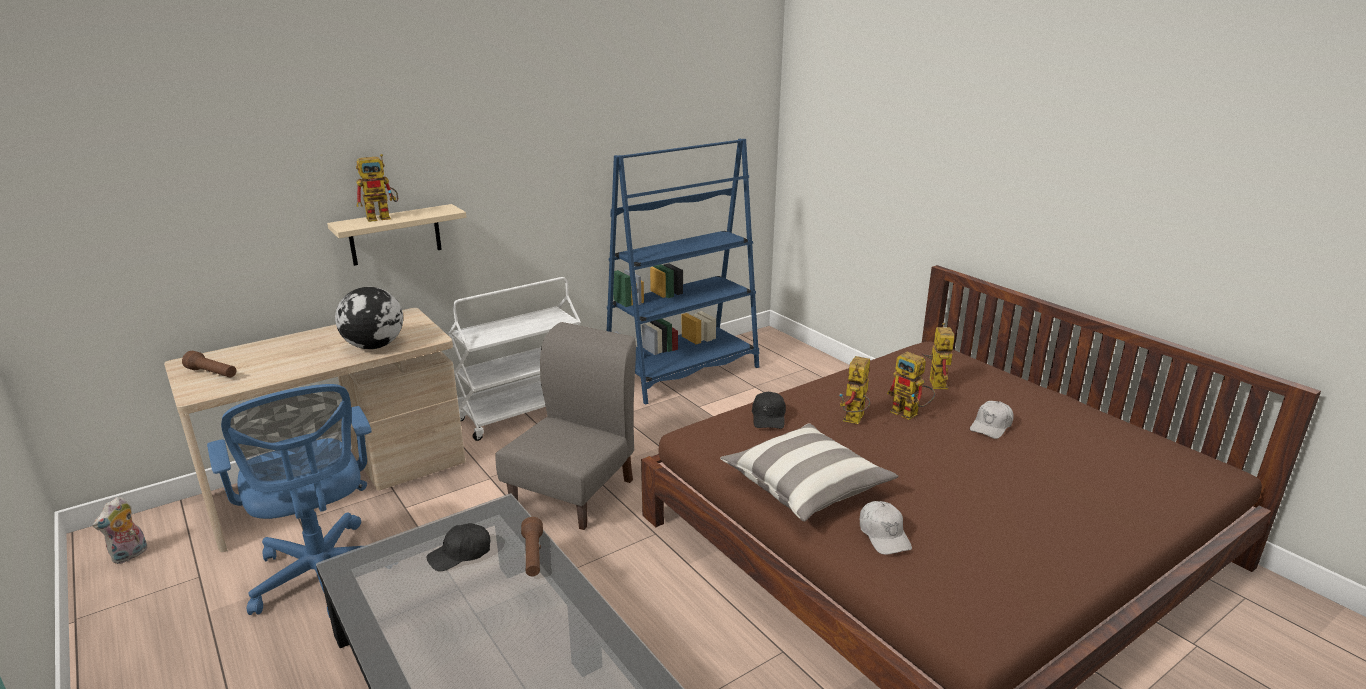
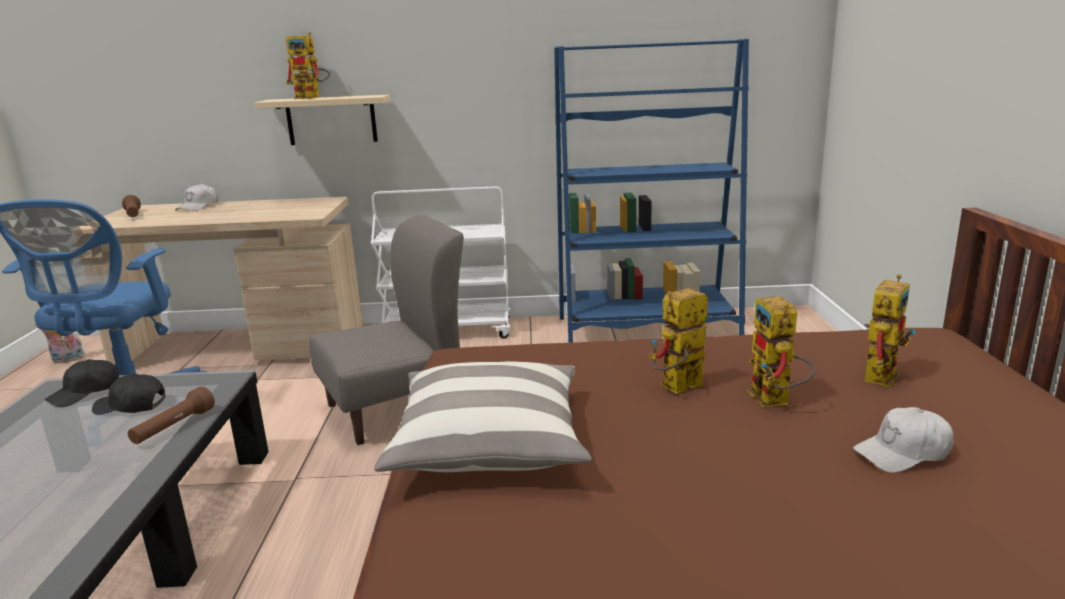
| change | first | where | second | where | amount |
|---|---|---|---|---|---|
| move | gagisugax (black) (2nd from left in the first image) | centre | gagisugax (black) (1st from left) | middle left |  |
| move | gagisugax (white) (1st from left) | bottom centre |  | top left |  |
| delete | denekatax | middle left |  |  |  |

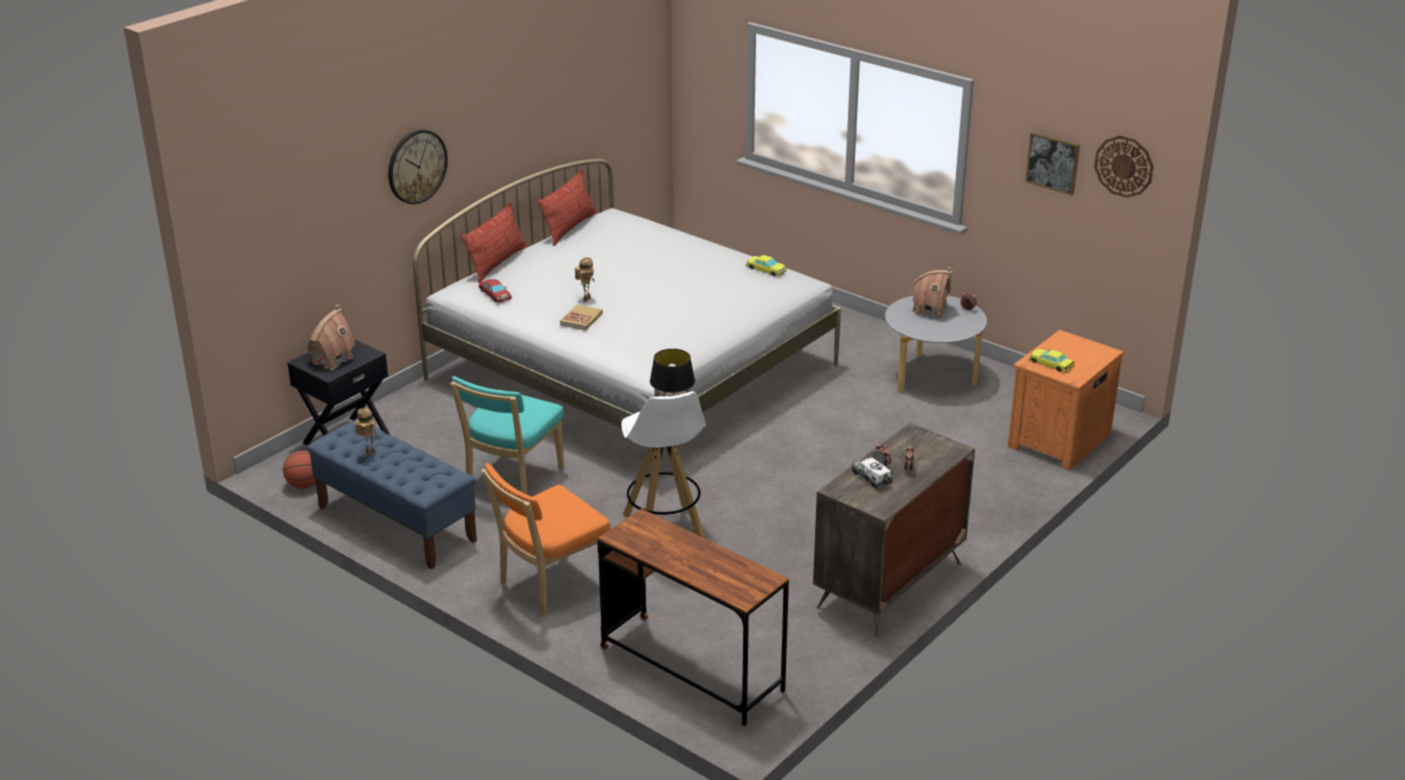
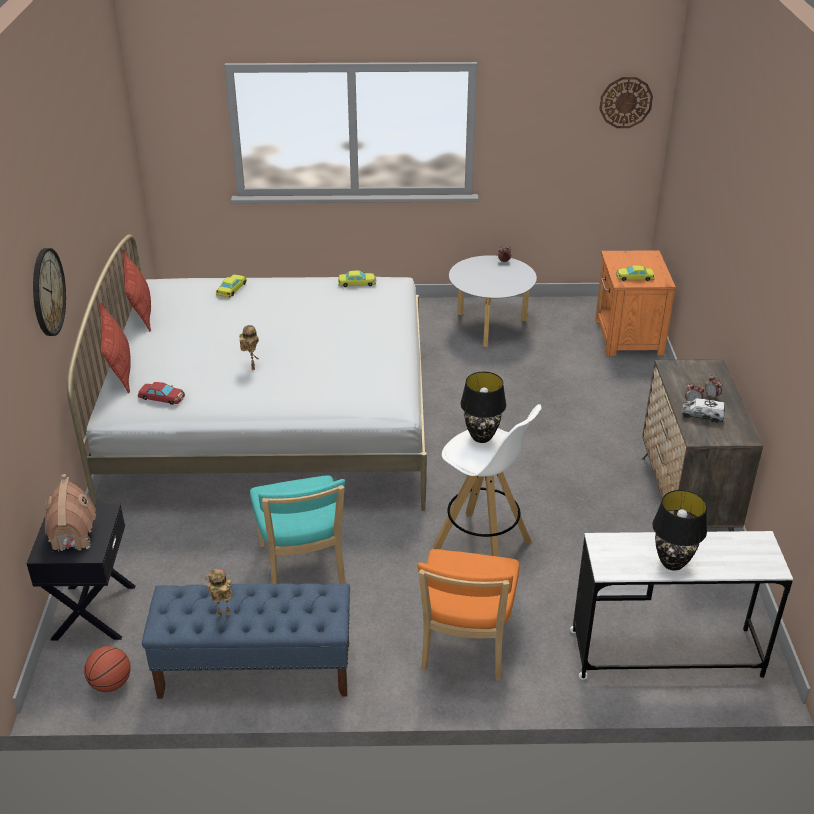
| change | first | where | second | where | amount |
|---|---|---|---|---|---|
| insert |  |  | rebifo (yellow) (1st from left) | middle left |  |
| recolor | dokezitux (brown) | bottom centre | dokezitux (white) | bottom right |  |
| insert |  |  | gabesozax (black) (2nd from left) | middle right |  |
| delete | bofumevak | centre |  |  |  |
| delete | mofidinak (2nd from left) | centre |  |  |  |
| delete | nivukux | top right |  |  |  |

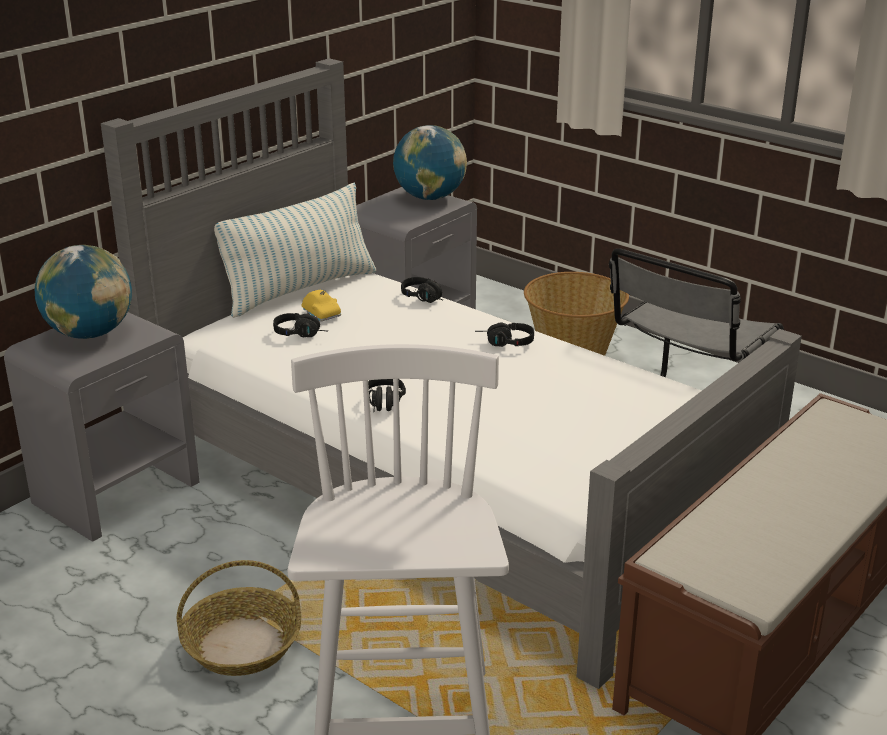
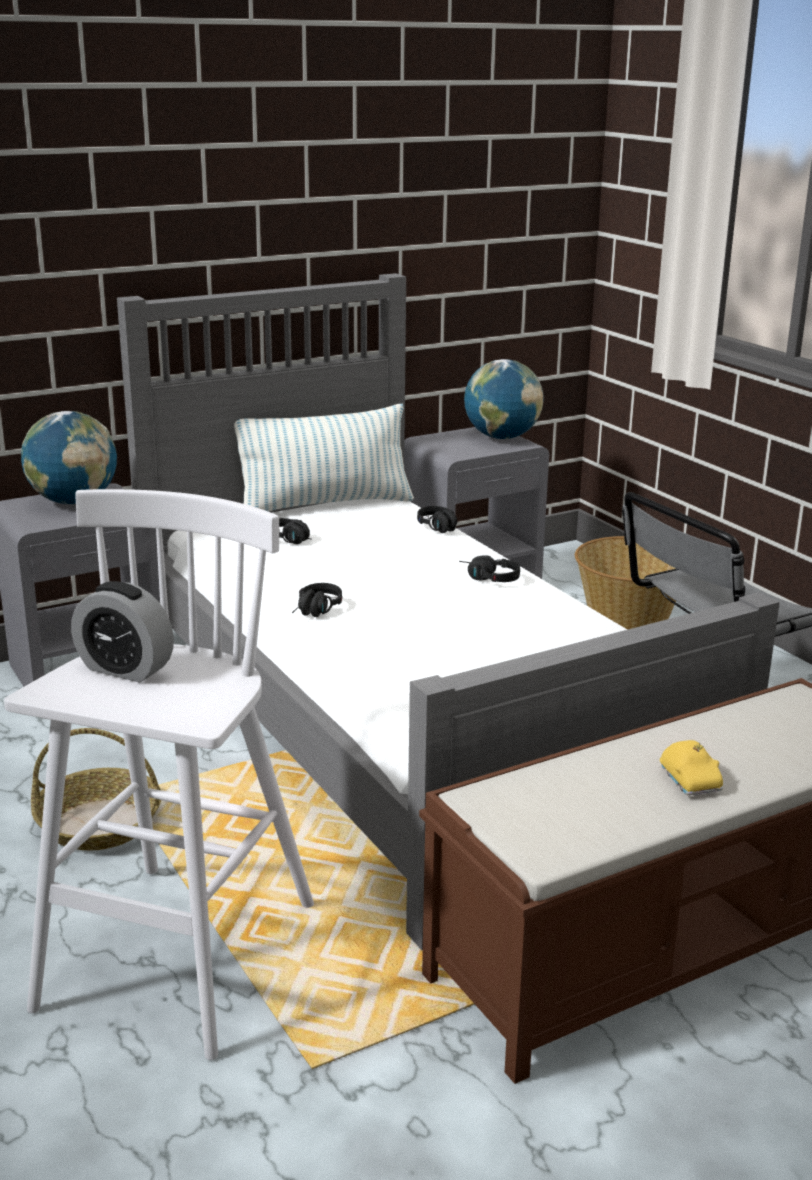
| change | first | where | second | where | amount |
|---|---|---|---|---|---|
| insert |  |  | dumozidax | middle left |  |
| move | rebifo (yellow) | centre |  | middle right |  |

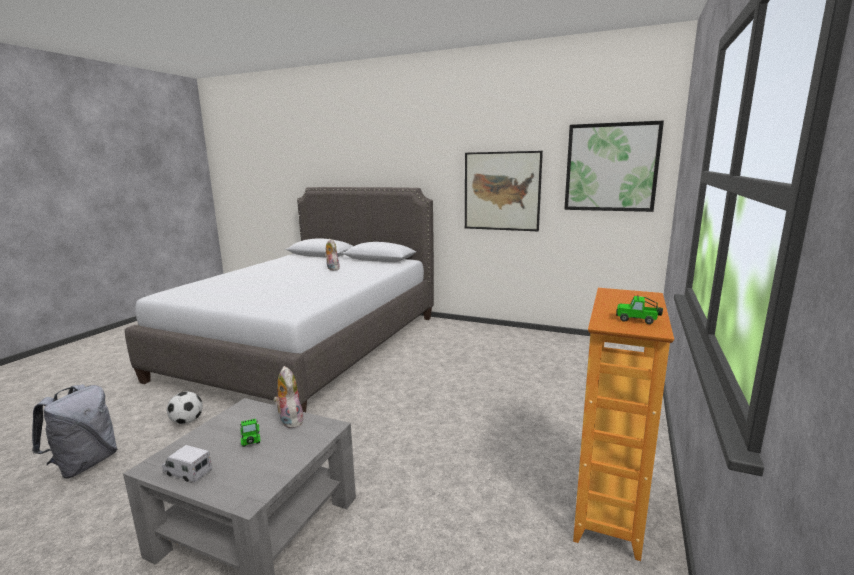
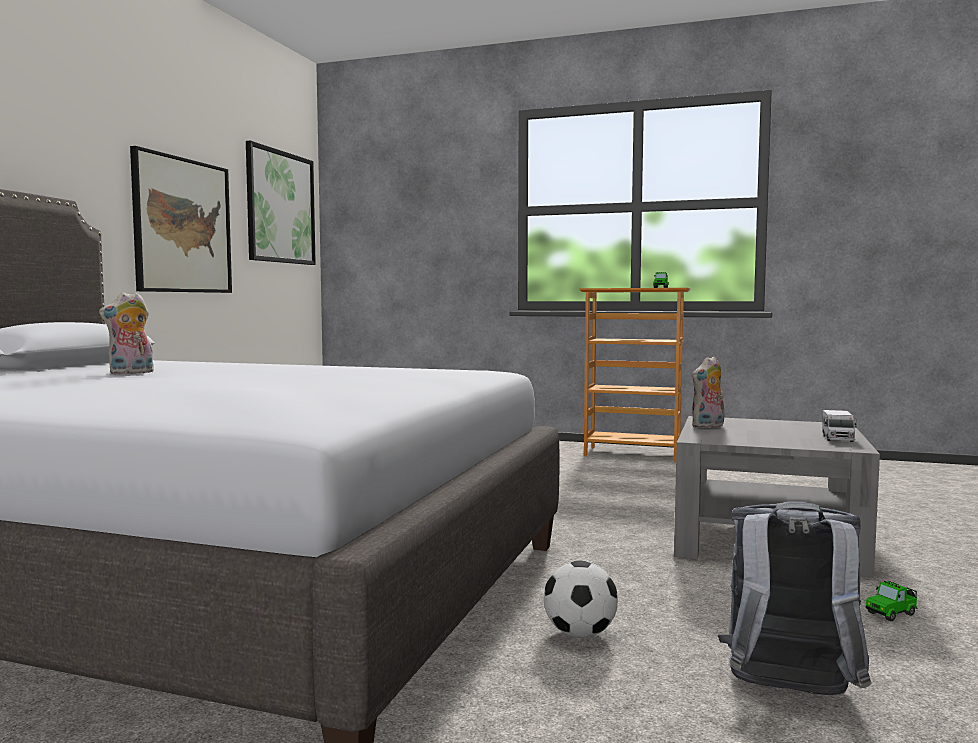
| change | first | where | second | where | amount |
|---|---|---|---|---|---|
| move | rebifo (1st from left in the first image) | bottom left | rebifo (2nd from left) | bottom right |  |

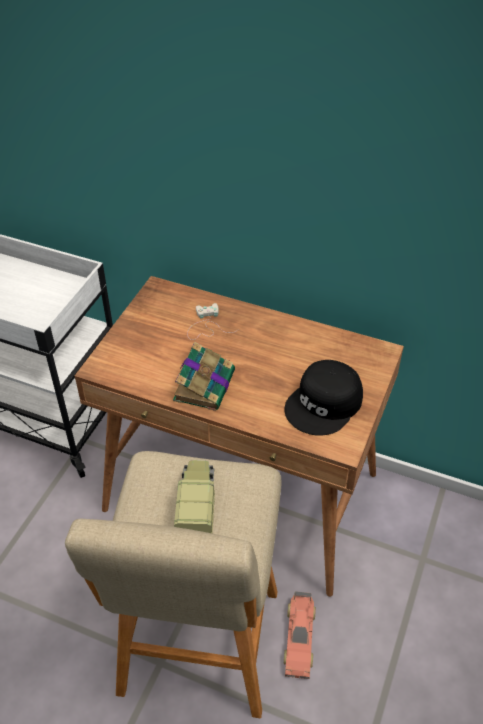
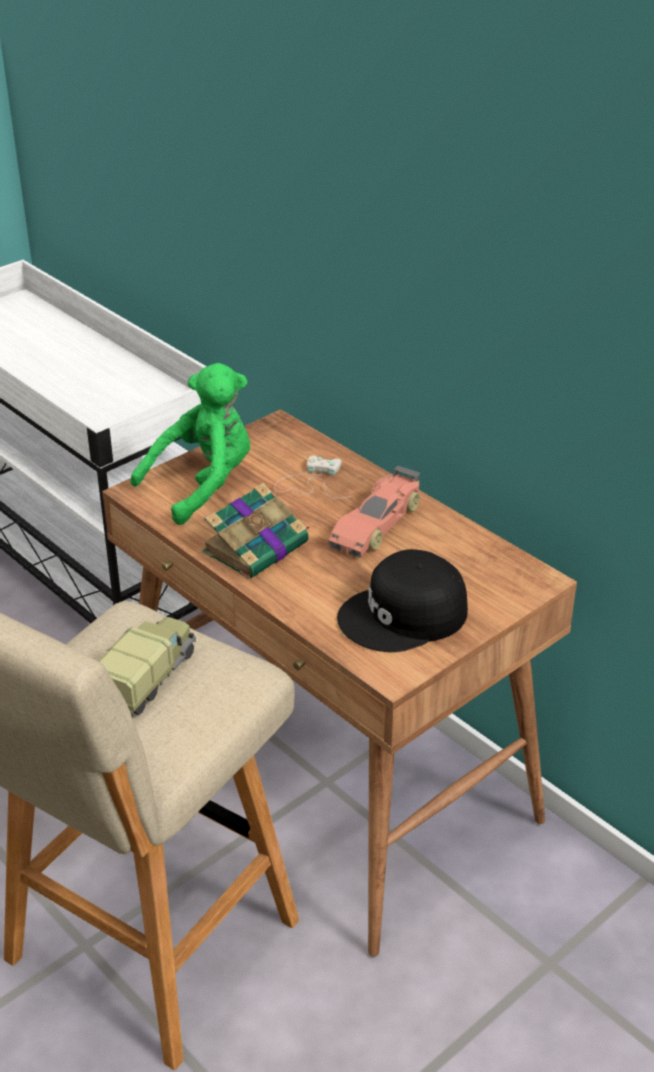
| change | first | where | second | where | amount |
|---|---|---|---|---|---|
| insert |  |  | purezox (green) | middle left |  |
| move | rebifo | bottom centre |  | centre |  |

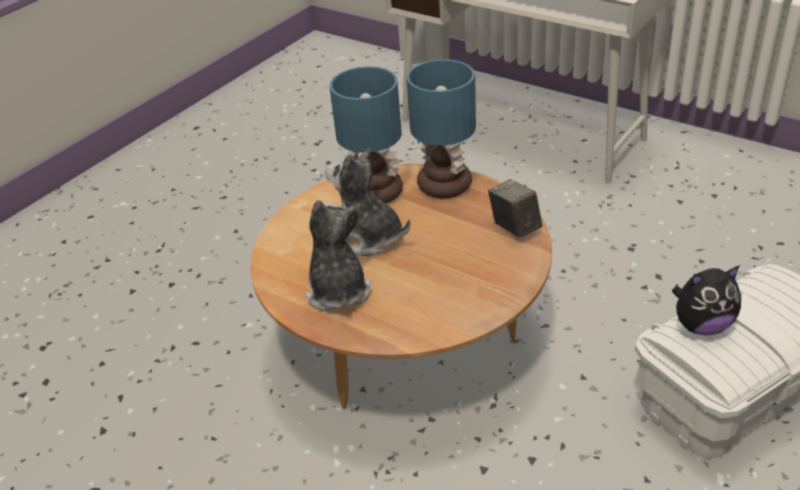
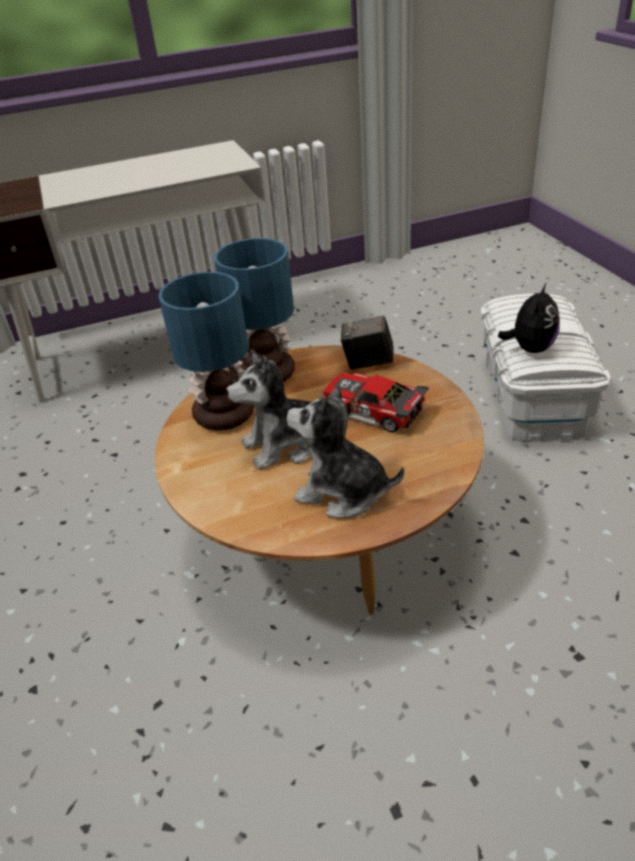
| change | first | where | second | where | amount |
|---|---|---|---|---|---|
| insert |  |  | rebifo | centre |  |

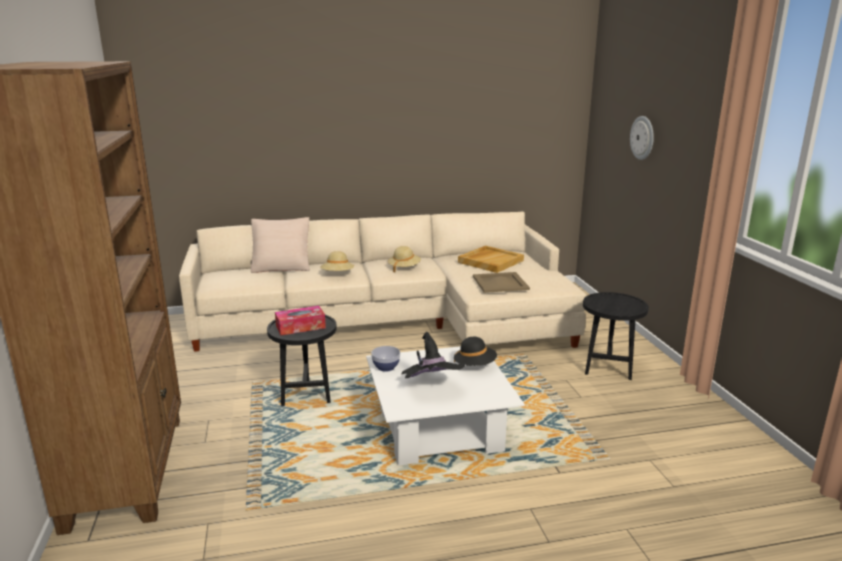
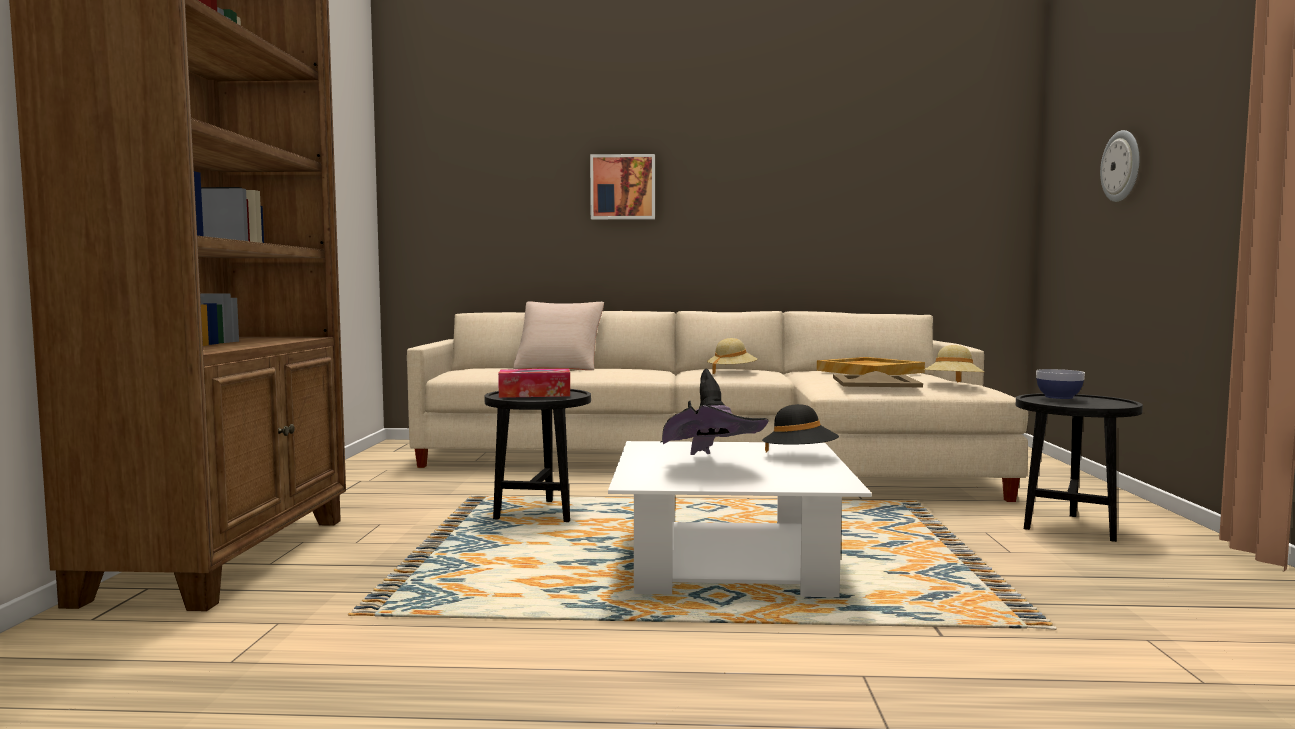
| change | first | where | second | where | amount |
|---|---|---|---|---|---|
| insert |  |  | nivukux | top centre |  |
| move | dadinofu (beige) (1st from left in the first image) | centre | dadinofu (beige) (2nd from left) | middle right |  |
| move | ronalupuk | centre |  | middle right |  |

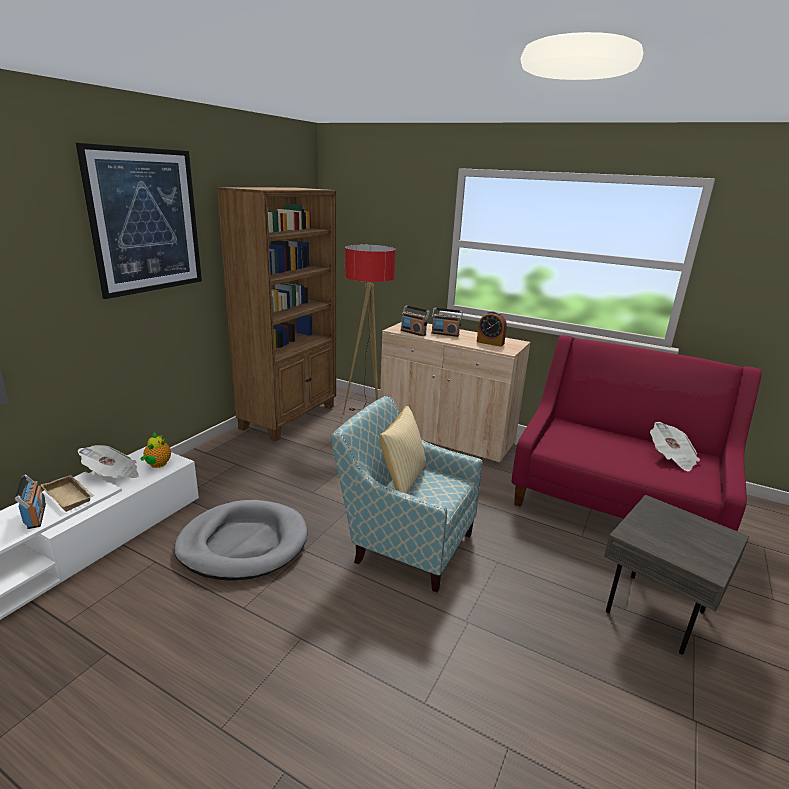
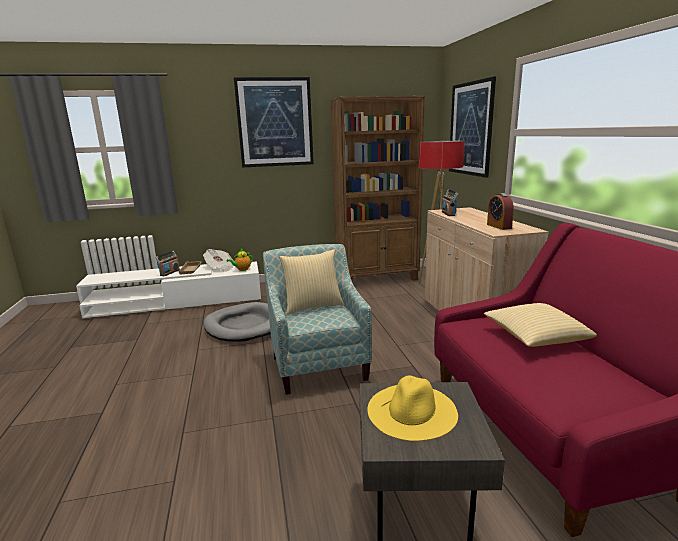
| change | first | where | second | where | amount |
|---|---|---|---|---|---|
| insert |  |  | dadinofu (yellow) | bottom centre |  |
| insert |  |  | nivukux (2nd from left) | top right |  |
| insert |  |  | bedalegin (2nd from left) | middle right |  |
| delete | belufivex (3rd from left) | centre |  |  |  |
| delete | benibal (2nd from left) | middle right |  |  |  |

